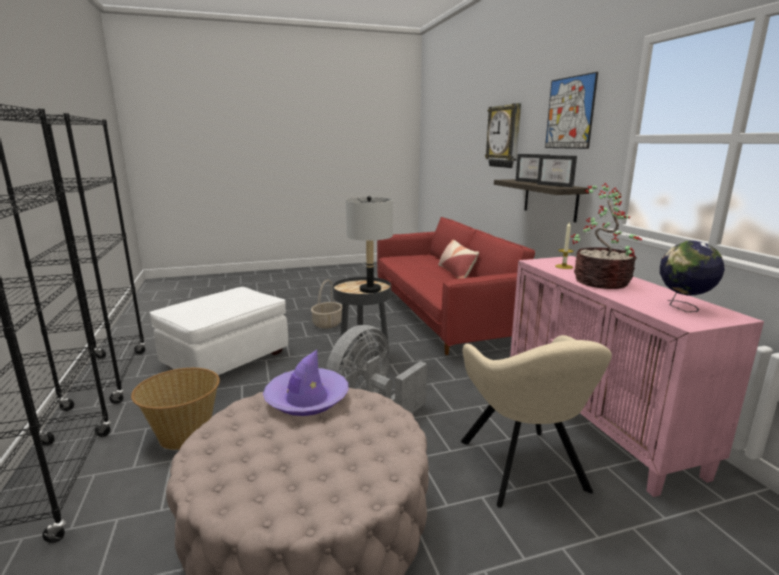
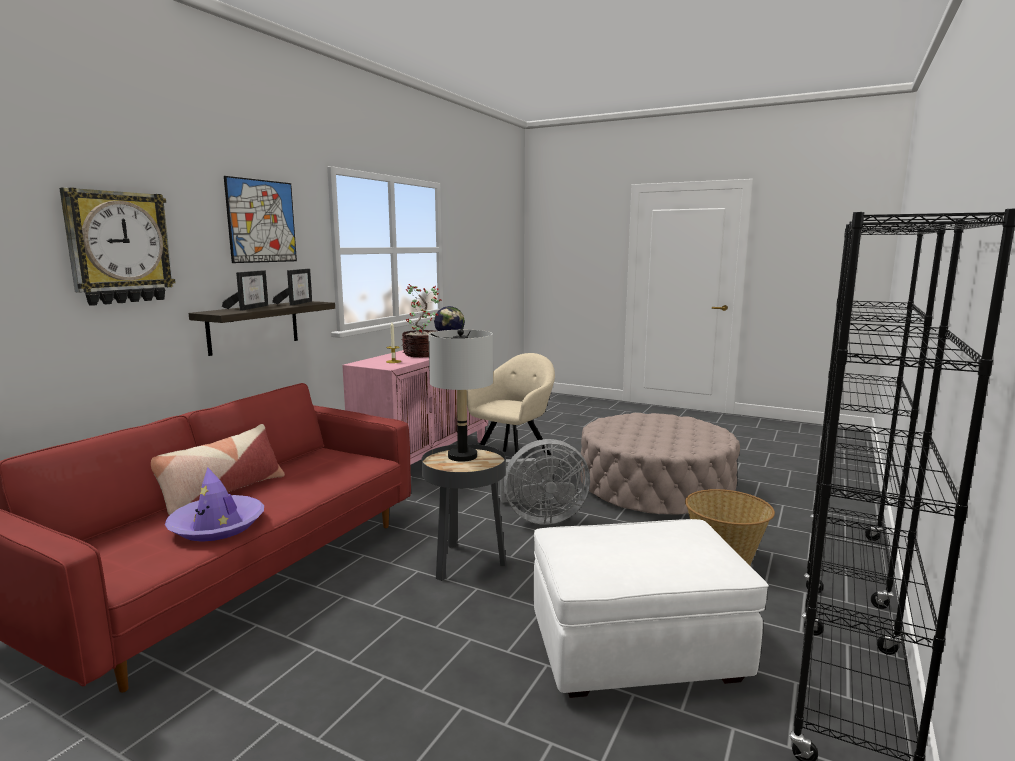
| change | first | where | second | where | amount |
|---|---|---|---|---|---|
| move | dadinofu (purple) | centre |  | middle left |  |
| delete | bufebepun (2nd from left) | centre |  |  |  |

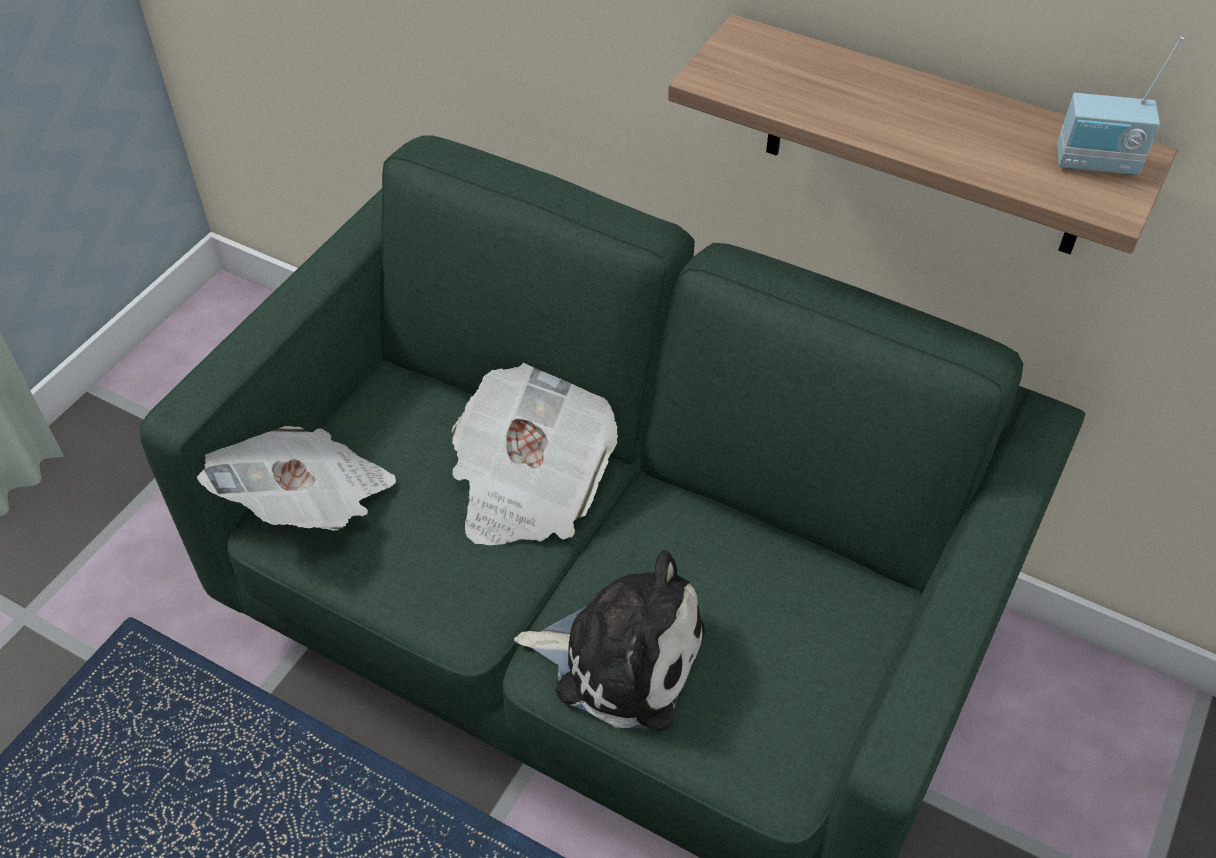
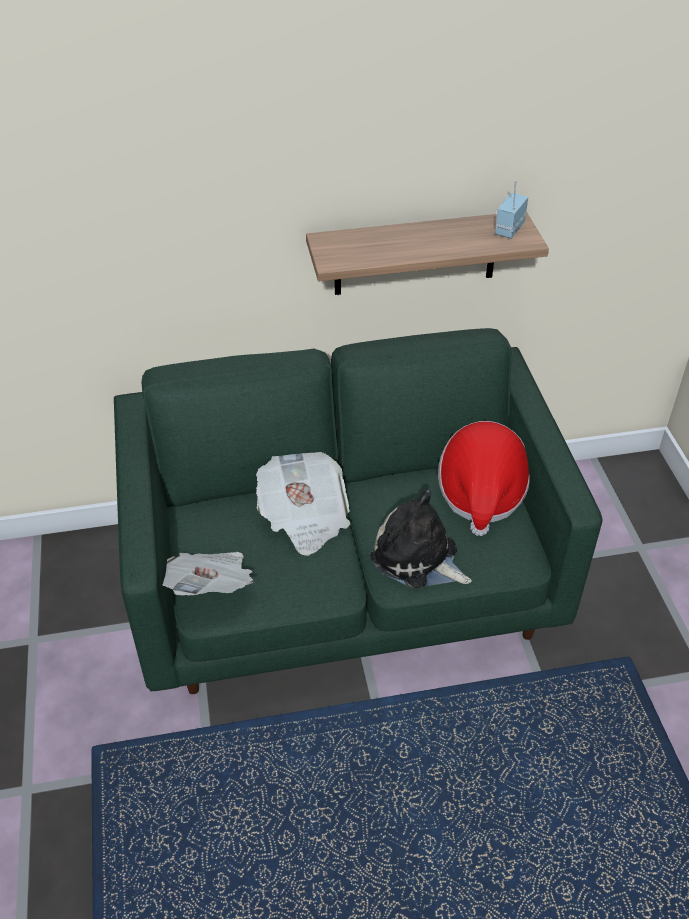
| change | first | where | second | where | amount |
|---|---|---|---|---|---|
| rotate | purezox | bottom centre |  | centre | 120 degrees counterclockwise |
| insert |  |  | dadinofu | middle right |  |
| rotate | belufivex | top right |  | top right | 150 degrees clockwise |

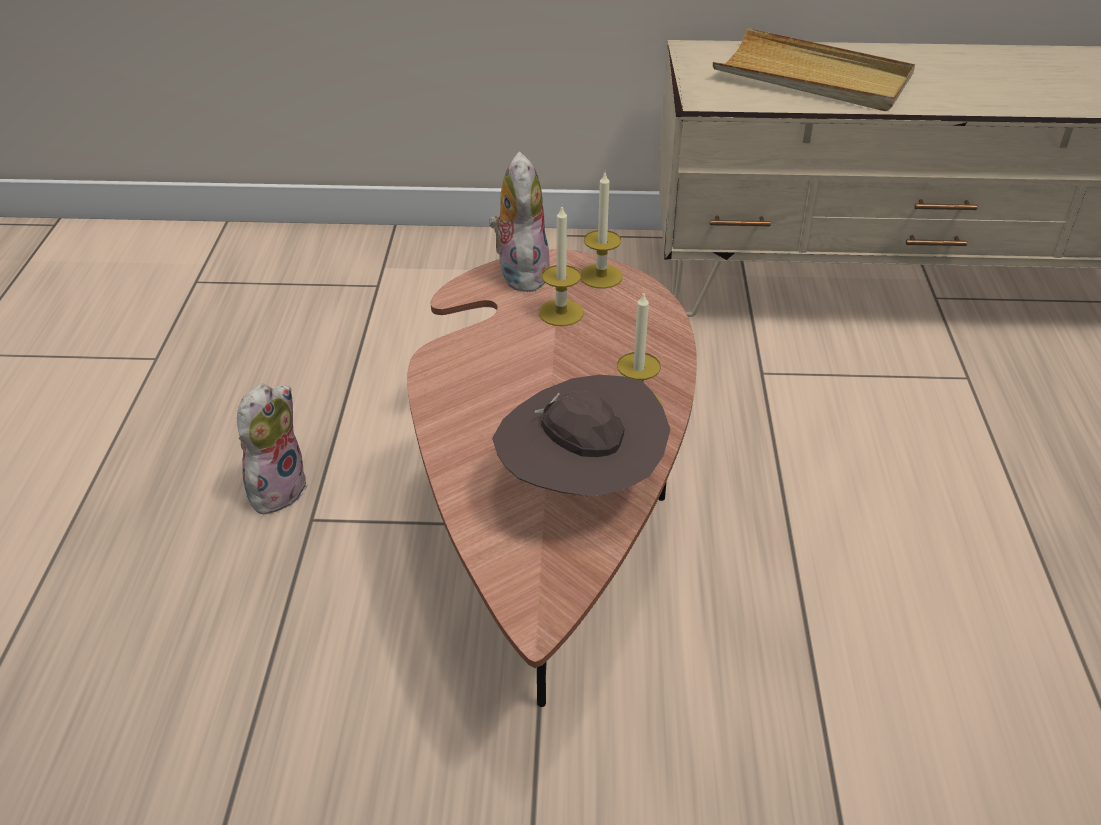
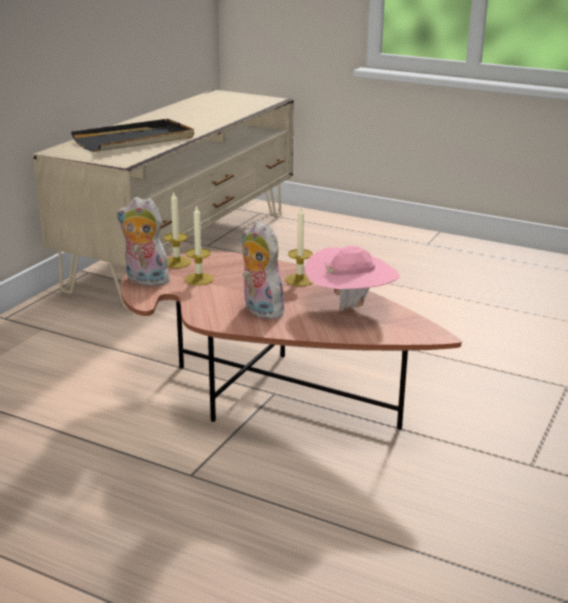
| change | first | where | second | where | amount |
|---|---|---|---|---|---|
| recolor | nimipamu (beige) | top right | nimipamu (black) | top left |  |
| move | purezox (1st from left in the first image) | middle left | purezox (2nd from left) | centre |  |
| recolor | dadinofu (brown) | centre | dadinofu (pink) | centre |  |

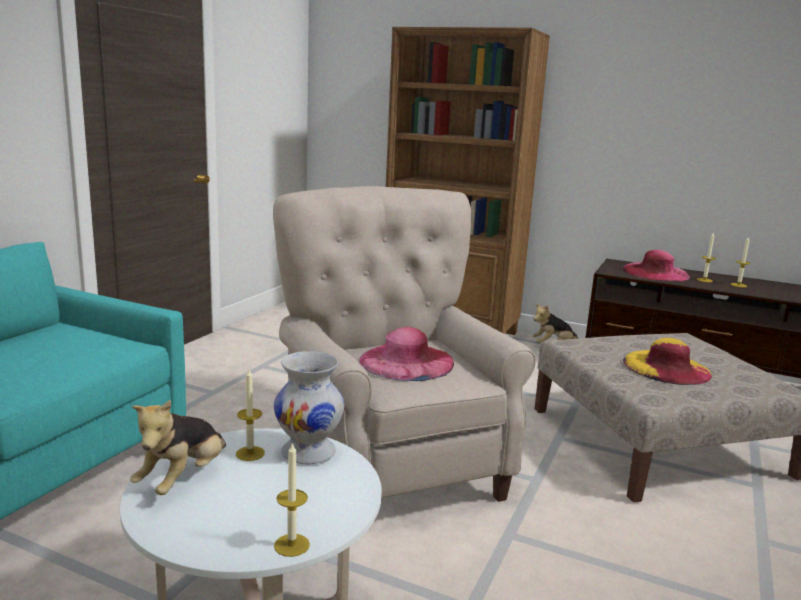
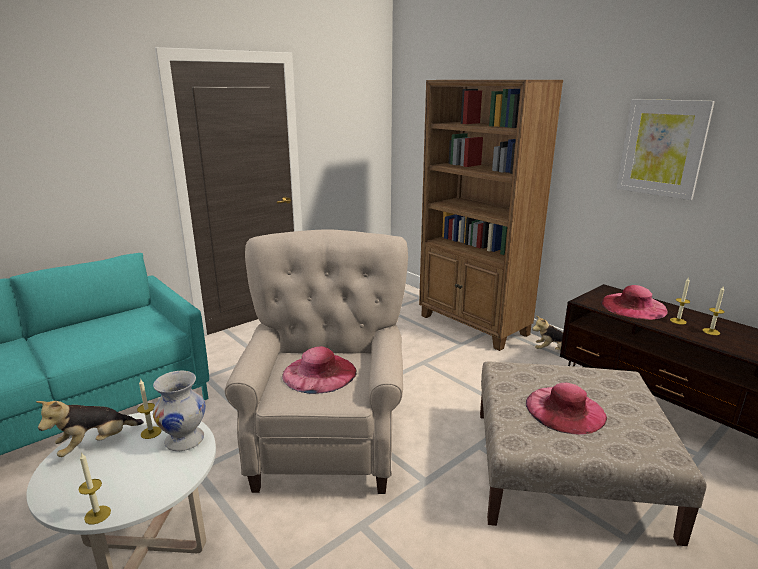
| change | first | where | second | where | amount |
|---|---|---|---|---|---|
| recolor | dadinofu (yellow) | middle right | dadinofu (pink) (2nd from left) | bottom right |  |
| insert |  |  | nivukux | top right |  |

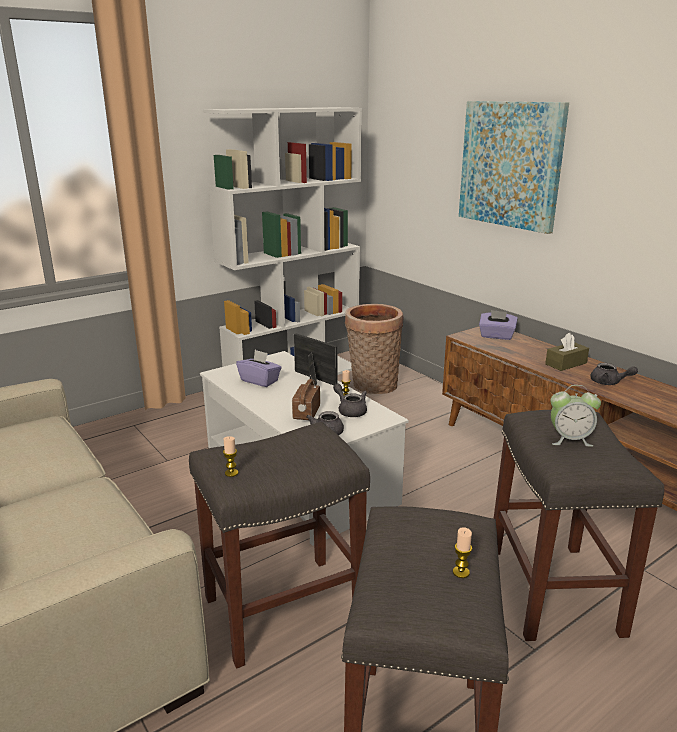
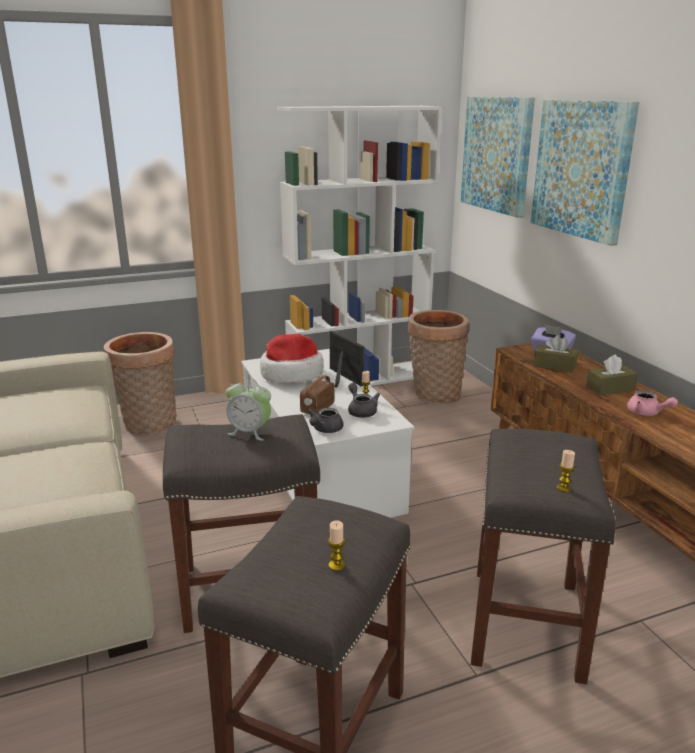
| change | first | where | second | where | amount |
|---|---|---|---|---|---|
| insert |  |  | bufebepun (1st from left) | middle left |  |
| move | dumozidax | middle right |  | centre |  |
| replace | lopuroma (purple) (1st from left) | centre | dadinofu | centre |  |
| insert |  |  | nivukux (1st from left) | top right |  |
| insert |  |  | lopuroma (brown) (1st from left) | middle right |  |
| move | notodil (1st from left in the first image) | centre | notodil (3rd from left) | middle right |  |
| recolor | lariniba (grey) (3rd from left) | middle right | lariniba (pink) | middle right |  |

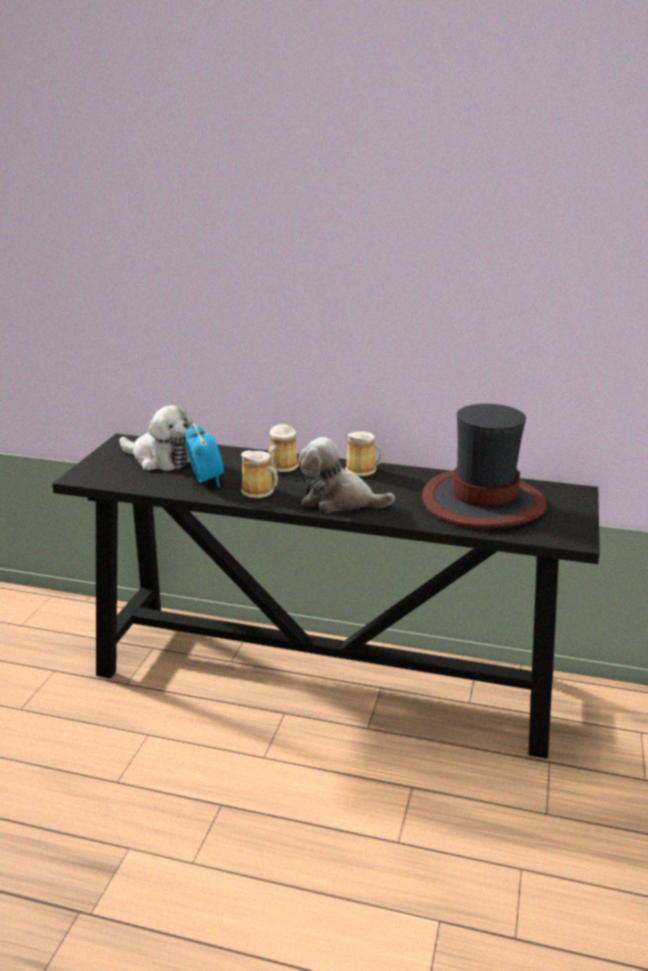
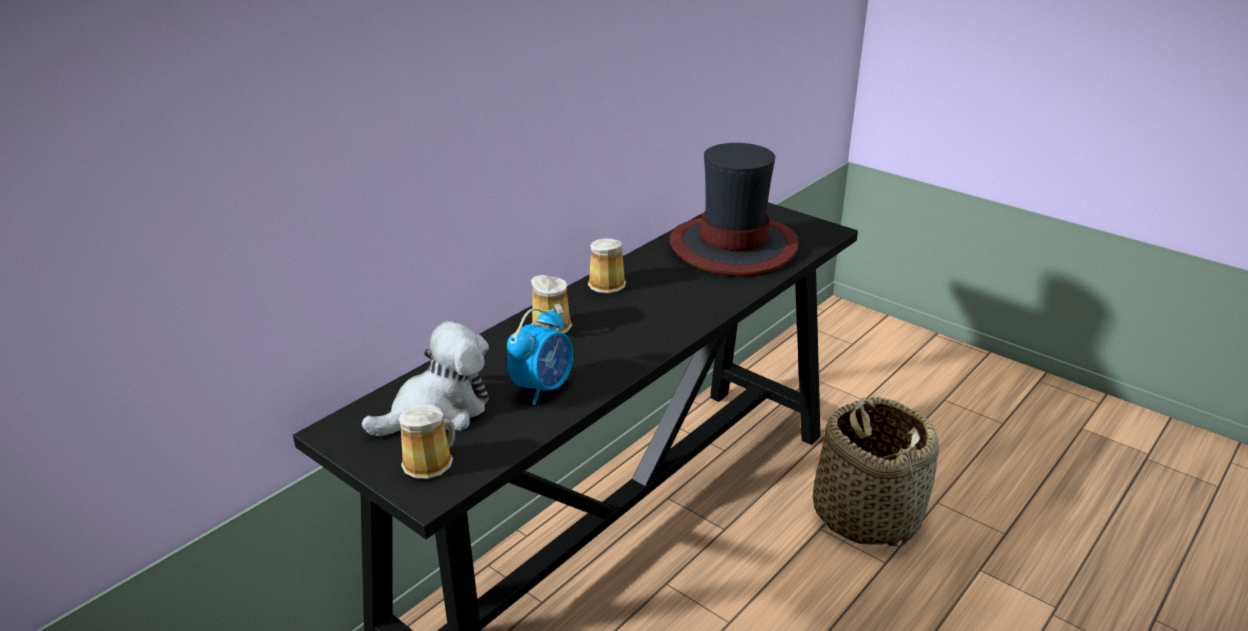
| change | first | where | second | where | amount |
|---|---|---|---|---|---|
| move | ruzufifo (1st from left) | centre |  | bottom centre |  |
| rotate | dumozidax | middle left |  | centre | 120 degrees clockwise |
| insert |  |  | bufebepun | bottom right |  |
| delete | purezox (2nd from left) | centre |  |  |  |

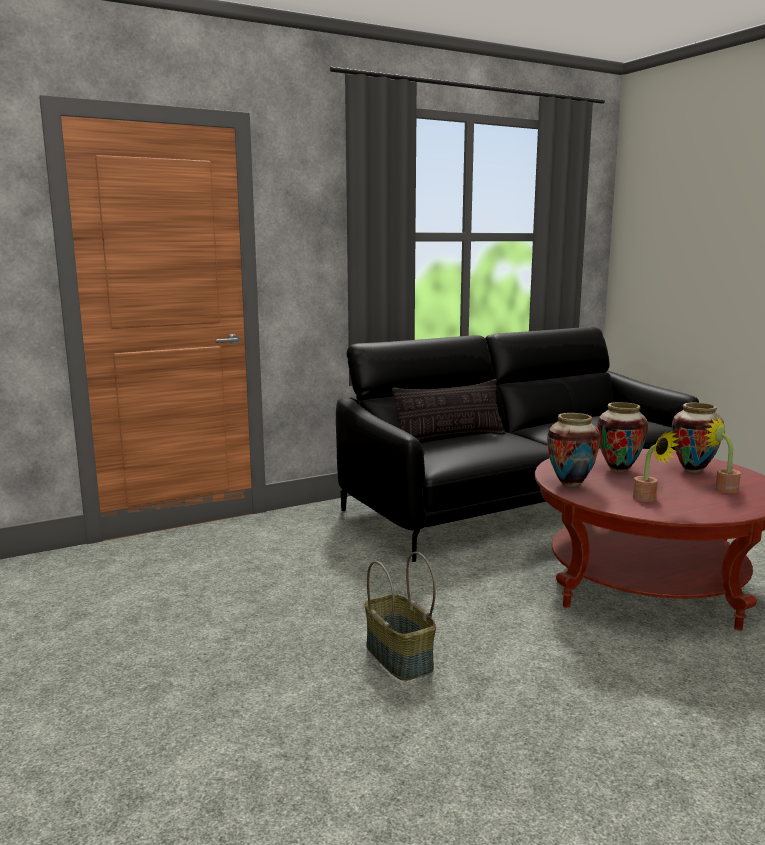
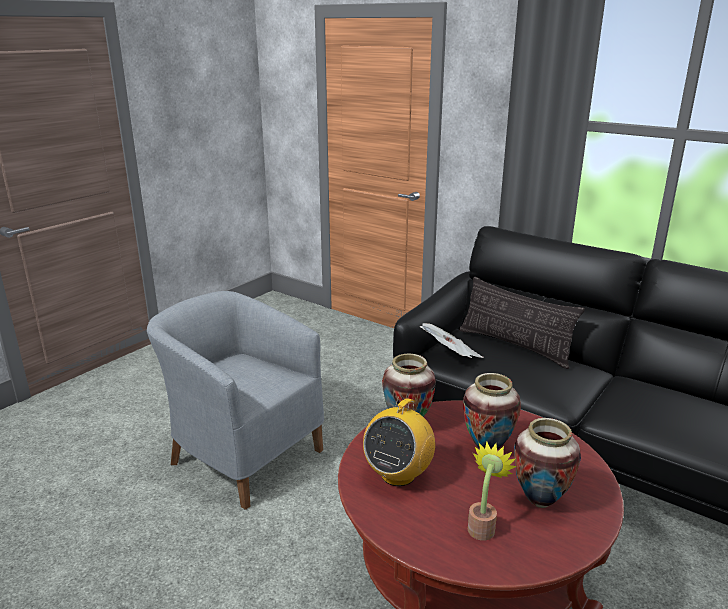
| change | first | where | second | where | amount |
|---|---|---|---|---|---|
| replace | bufebepun | bottom centre | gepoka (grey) | middle left |  |
| replace | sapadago (1st from left) | middle right | belufivex | bottom centre |  |
| insert |  |  | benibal | centre |  |

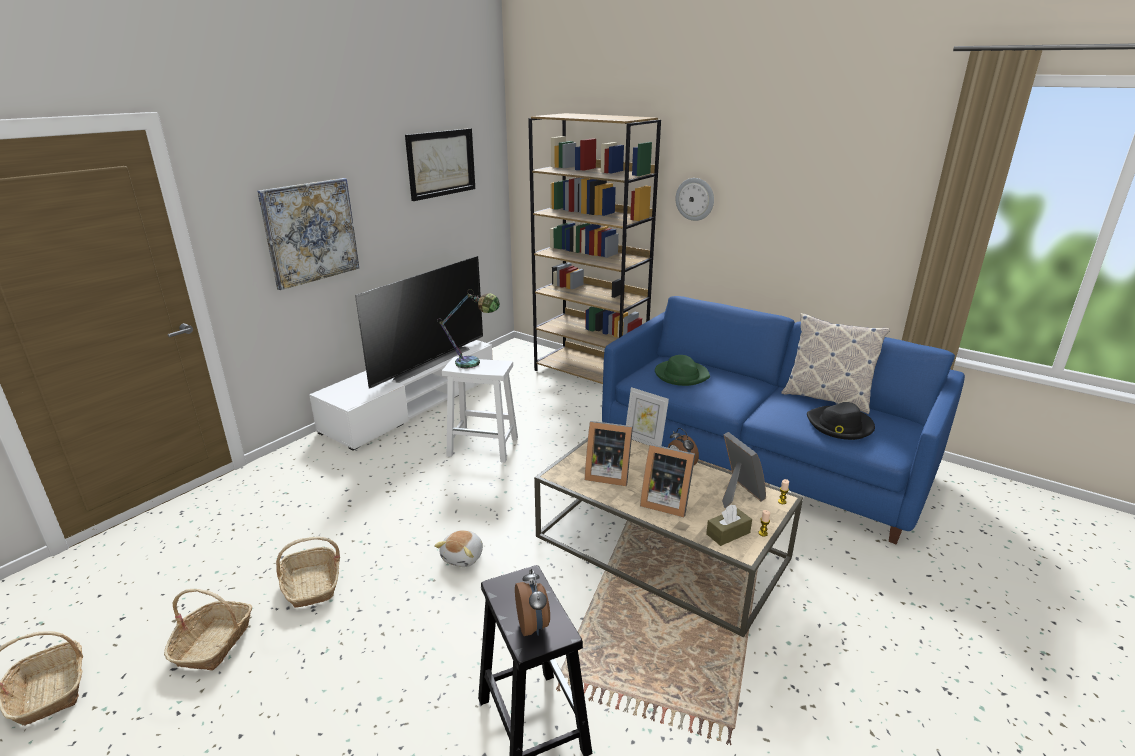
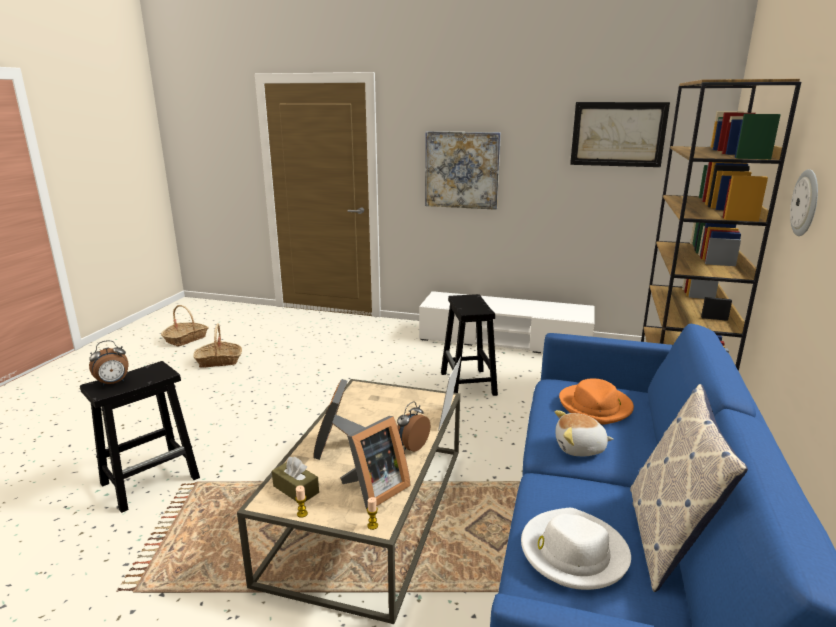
| change | first | where | second | where | amount |
|---|---|---|---|---|---|
| recolor | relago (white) | centre | relago (black) (2nd from left) | centre |  |
| recolor | dadinofu (black) | middle right | dadinofu (white) | bottom right |  |
| move | purezox | bottom centre |  | bottom right |  |
| recolor | dadinofu (green) | centre | dadinofu (orange) | middle right |  |
| delete | bufebepun (3rd from left) | bottom left |  |  |  |
| delete | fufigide | centre |  |  |  |
| delete | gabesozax | centre |  |  |  |
| delete | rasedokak (1st from left) | centre |  |  |  |

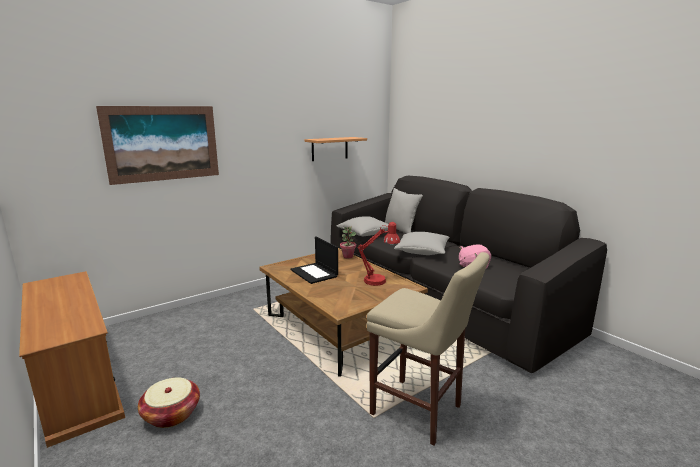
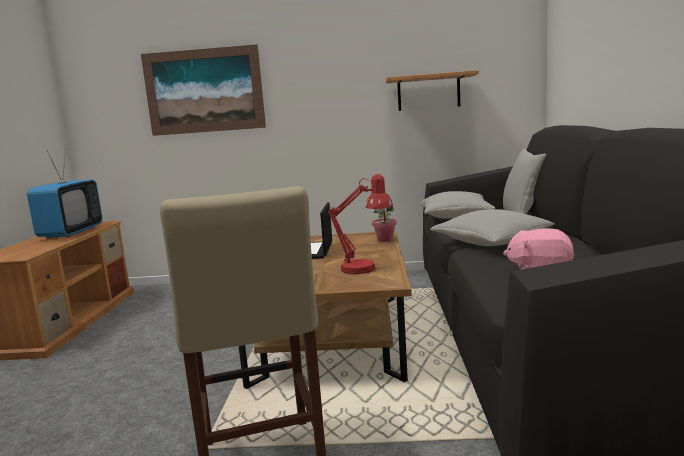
| change | first | where | second | where | amount |
|---|---|---|---|---|---|
| insert |  |  | fufigide | middle left |  |
| delete | bufebepun | bottom left |  |  |  |

